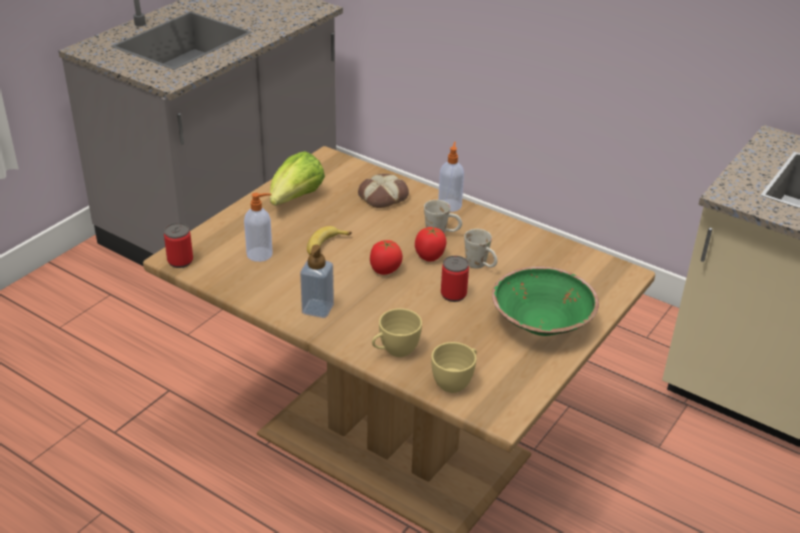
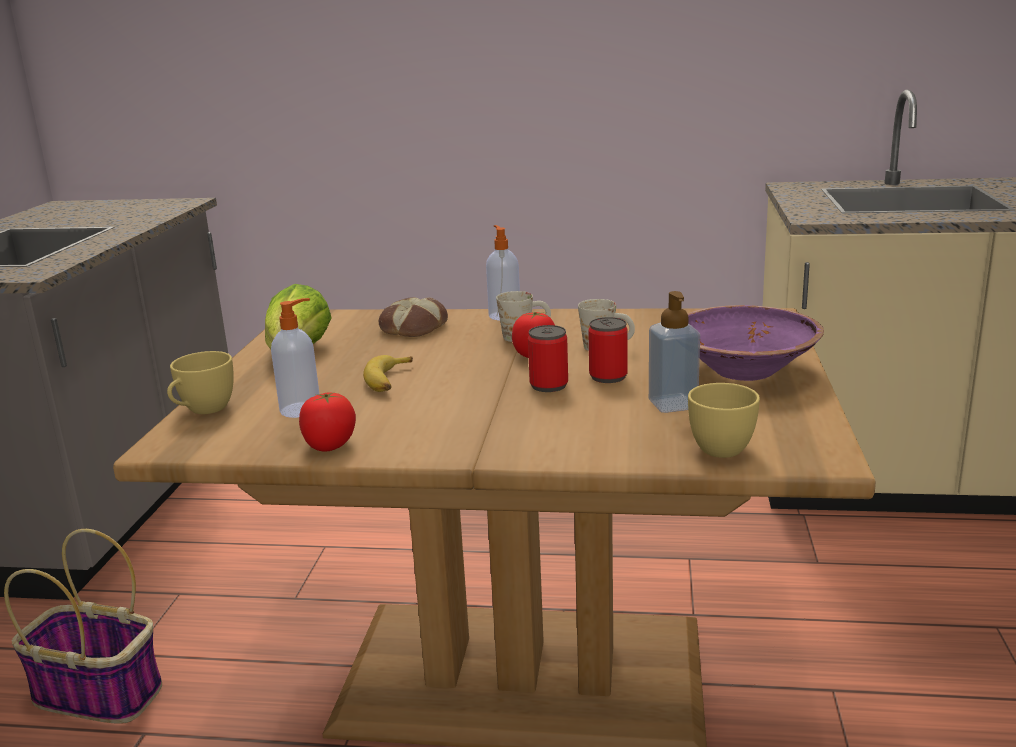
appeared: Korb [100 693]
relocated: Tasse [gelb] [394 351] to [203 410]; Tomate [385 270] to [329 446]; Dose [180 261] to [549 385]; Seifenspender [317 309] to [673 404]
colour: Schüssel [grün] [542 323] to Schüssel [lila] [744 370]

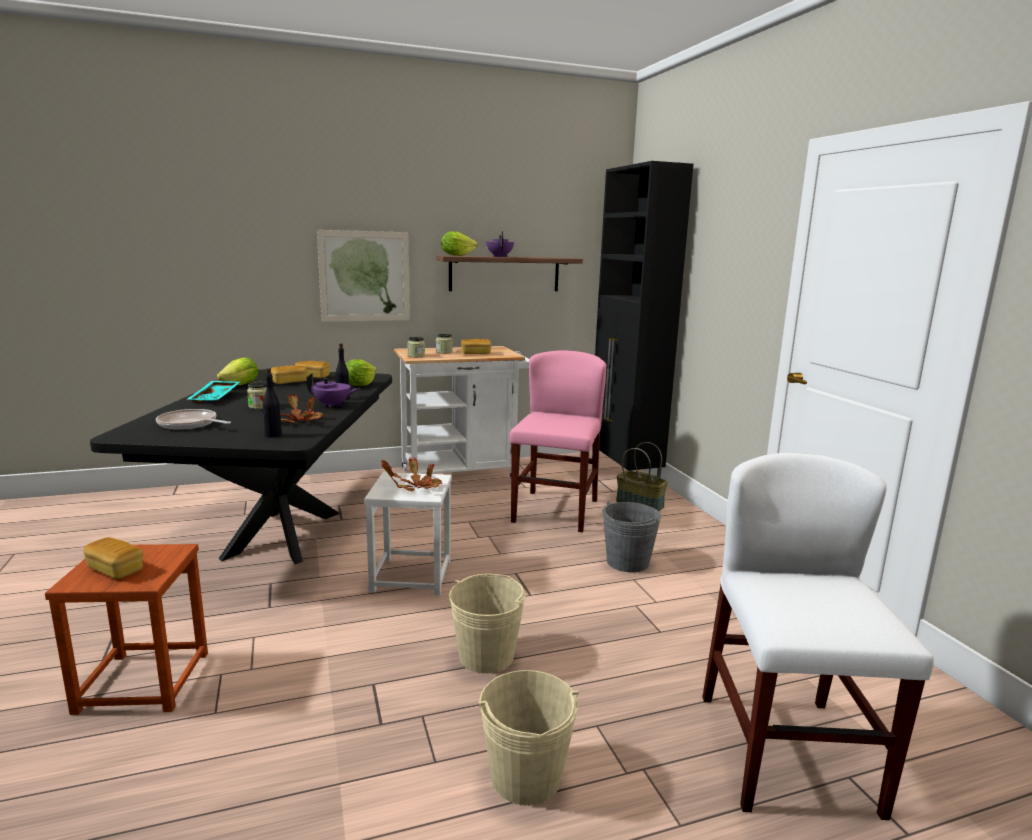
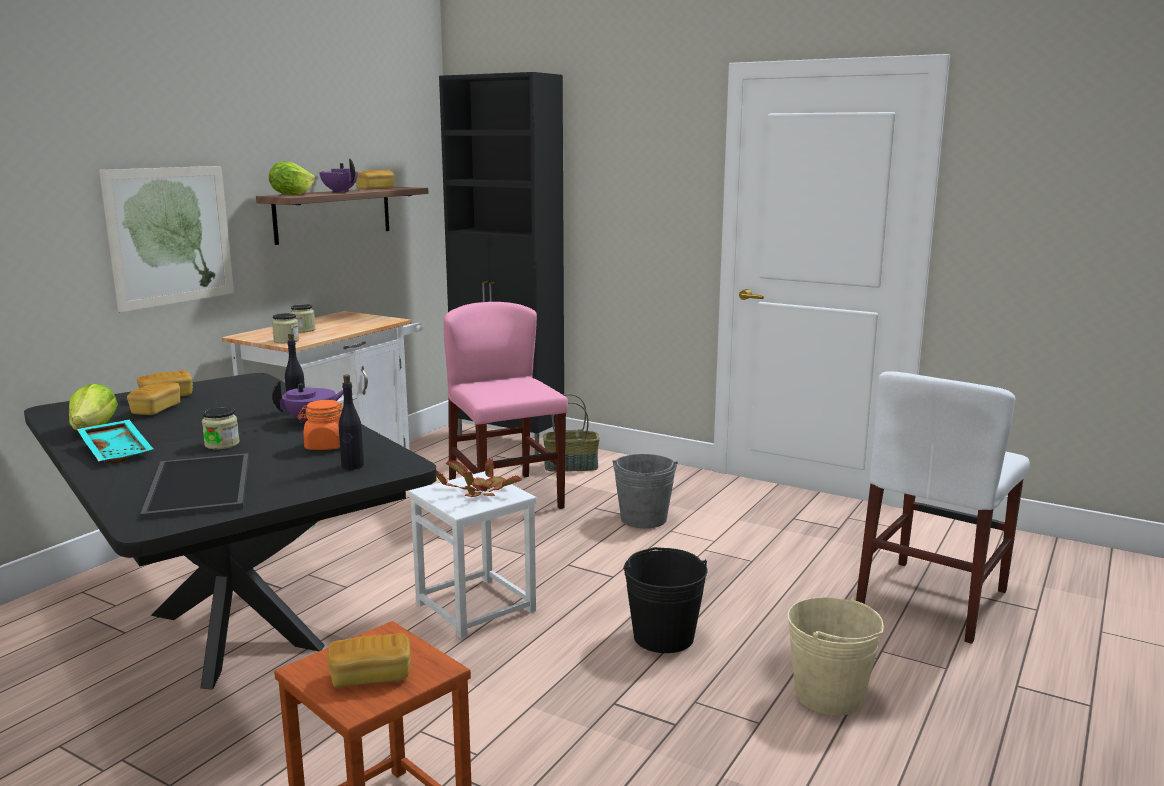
missing: Salatkopf [359 385]
relocated: Brot [476 353] to [375 189]
exchanged: Pfanne [190 424] to Tablett [202 486]; Topfpflanze [296 420] to Vorratsglas [orange] [325 446]
colour: Eimer [beige] [486 656] to Eimer [schwarz] [663 637]
spun: Stuhl [weiß] [786 752] = [932 599] 105 degrees counterclockwise

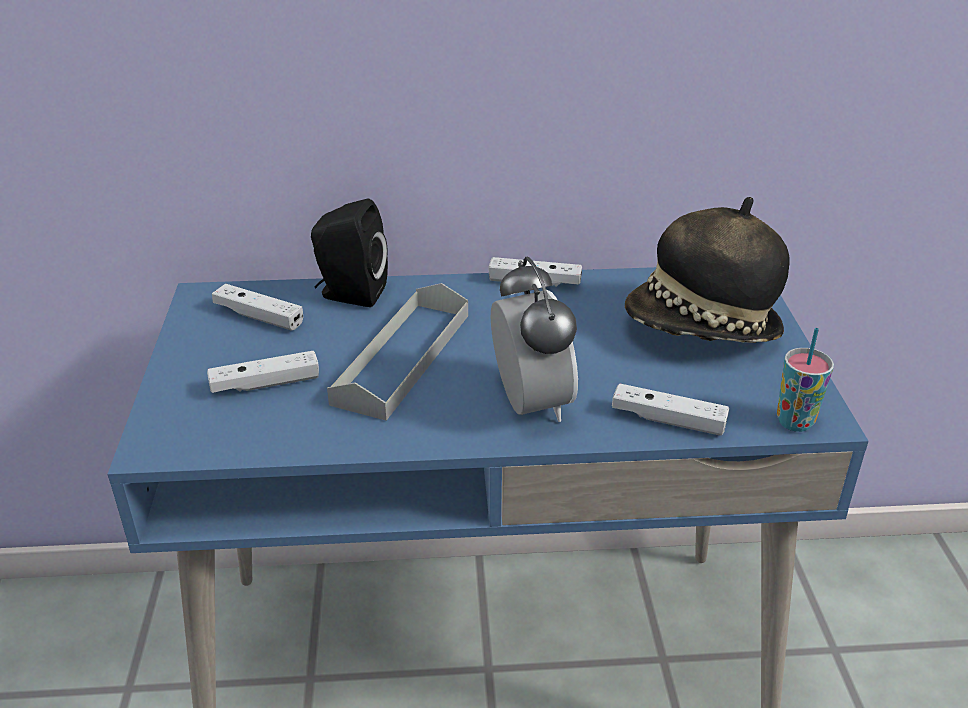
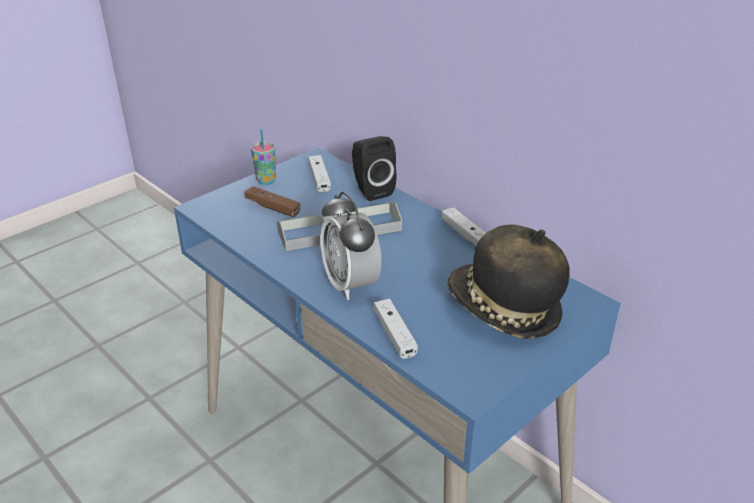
relocated: Tasse [794 422] to [266 181]
colour: Gamepad [weiß] [265 384] to Gamepad [braun] [272 207]
spun: Wecker [530 404] = [350 284] 120 degrees clockwise

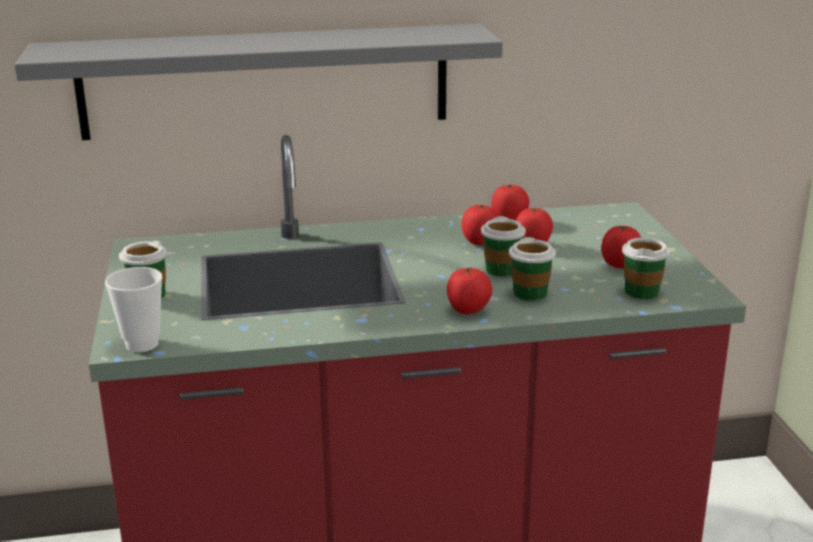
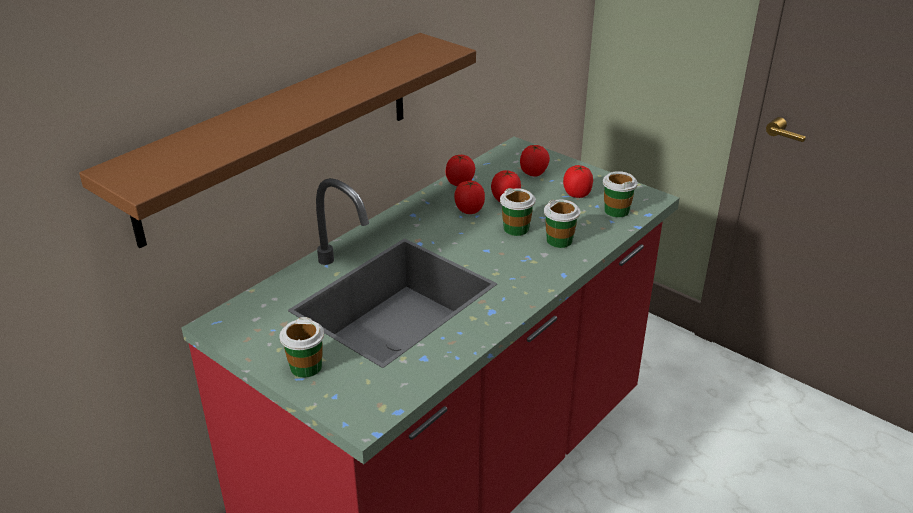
missing: Tasse [142 344]
relocated: Tomate [468 310] to [534 173]
colour: Wandregal [grau] [265 81] to Wandregal [braun] [280 134]

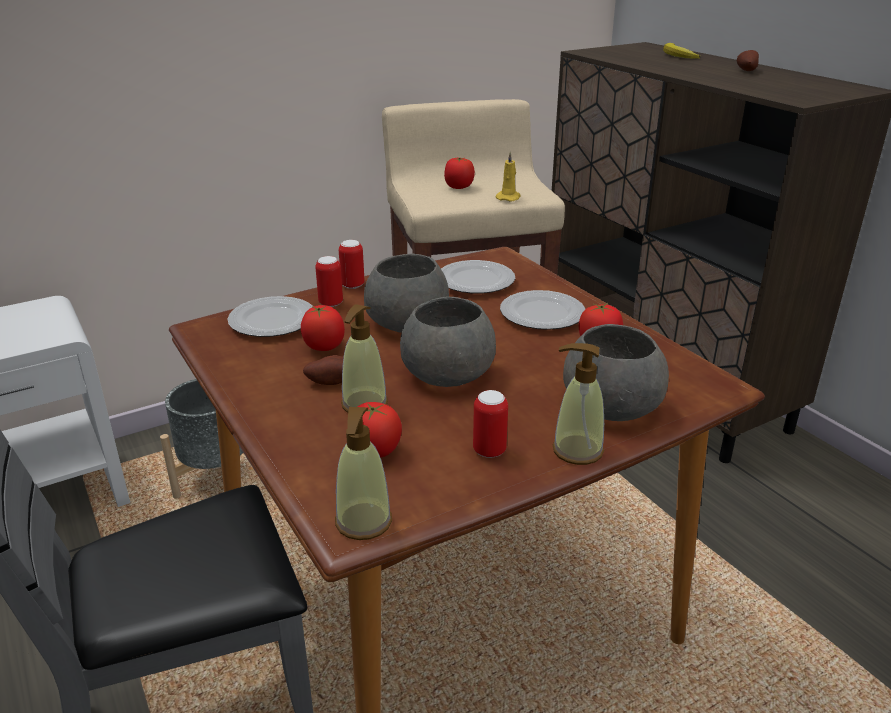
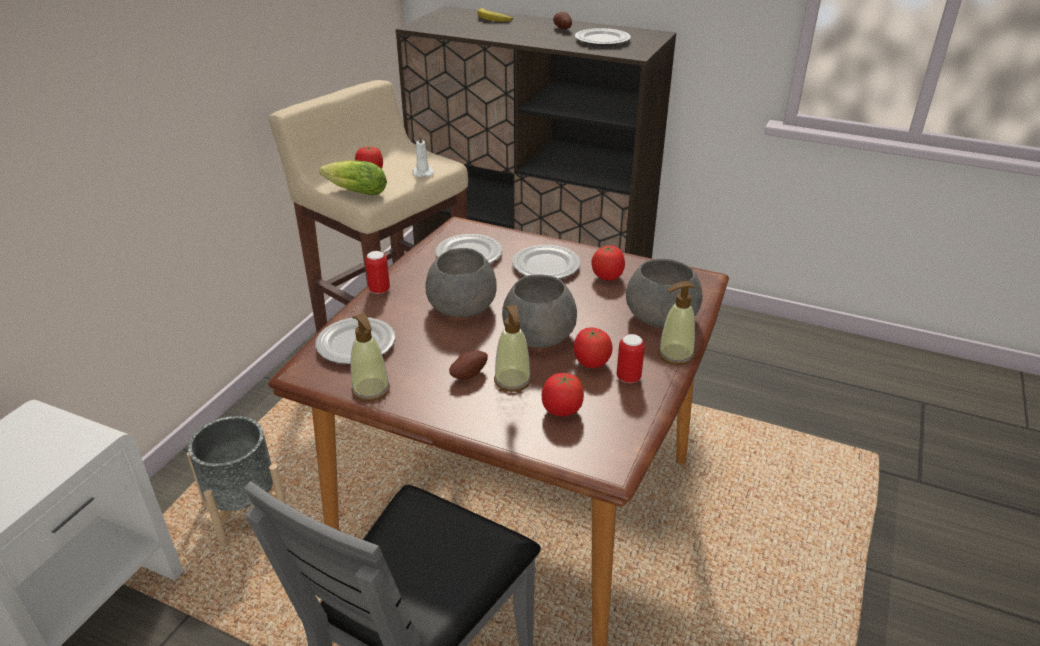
missing: Dose [331 303]
appeared: Salatkopf [353 192]; Teller [601 40]
relocated: Seifenspender [363 522] to [371 390]; Tomate [324 347] to [591 363]
colour: Kerze [gelb] [508 198] to Kerze [weiß] [422 172]

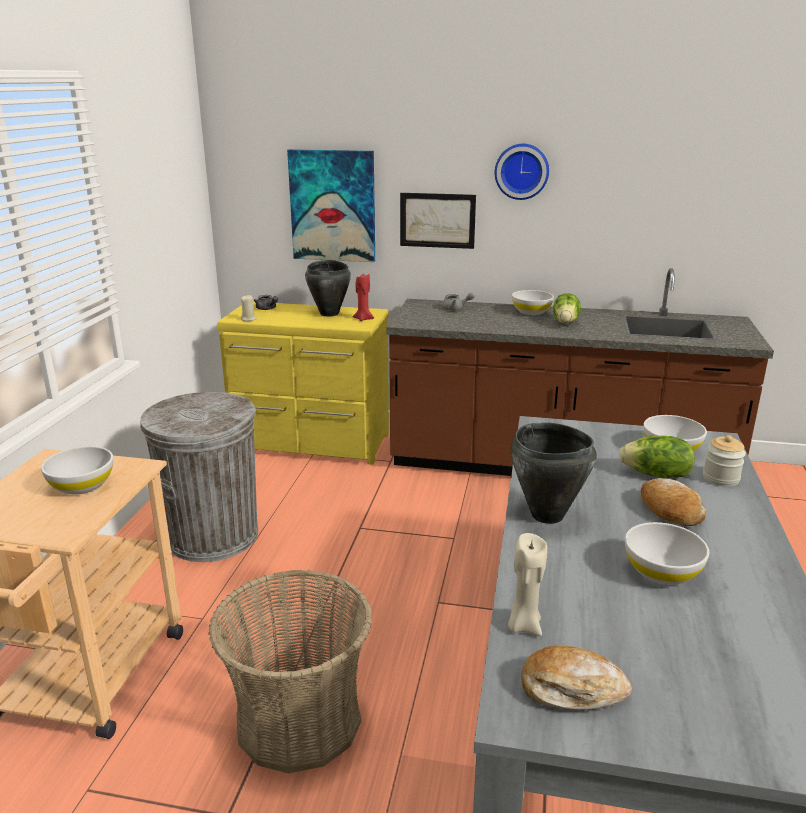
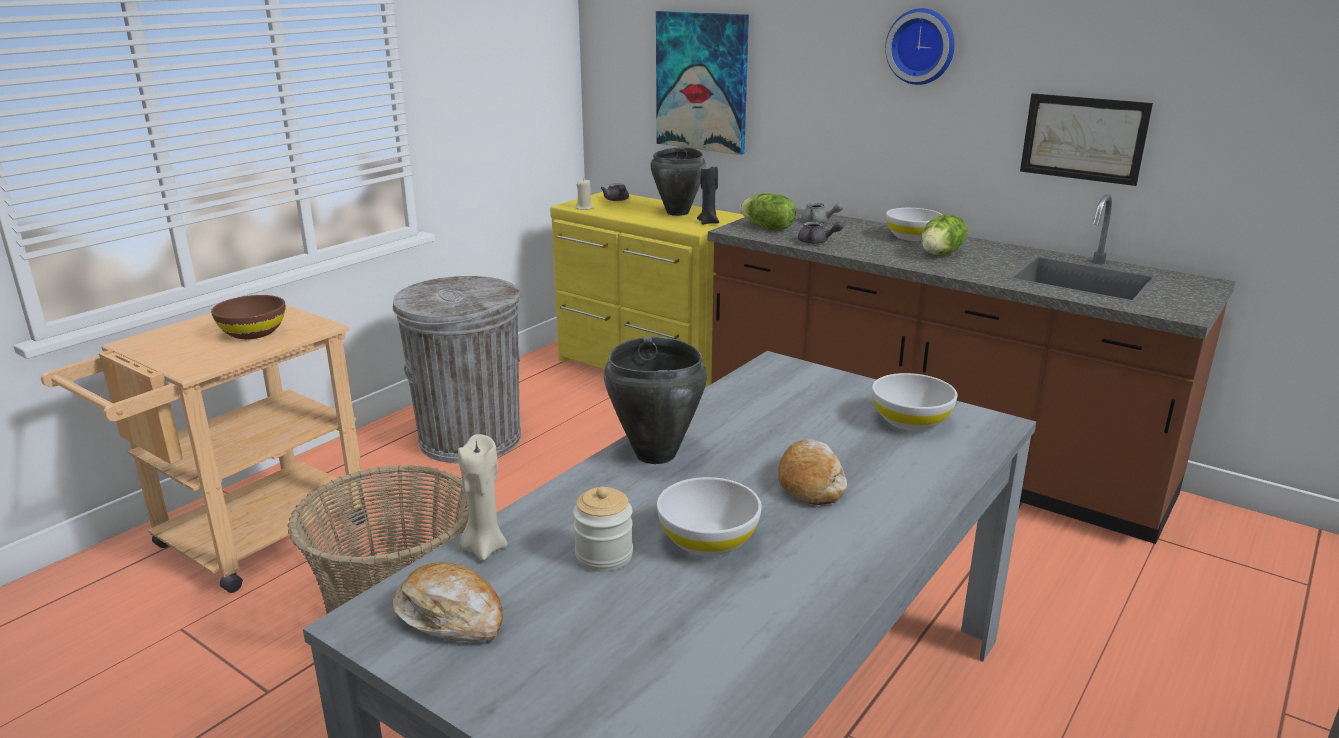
appeared: Teekanne [grau] [817 242]
relocated: Vorratsglas [720 478] to [604 555]; Salatkopf [656 475] to [767 228]; Bild [437 220] to [1083 138]
colour: Schüssel [weiß] [82 485] to Schüssel [braun] [253 333]; Kerze [rot] [363 319] to Kerze [schwarz] [708 222]

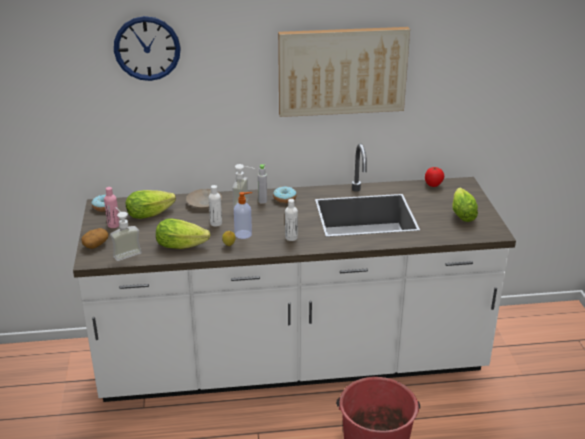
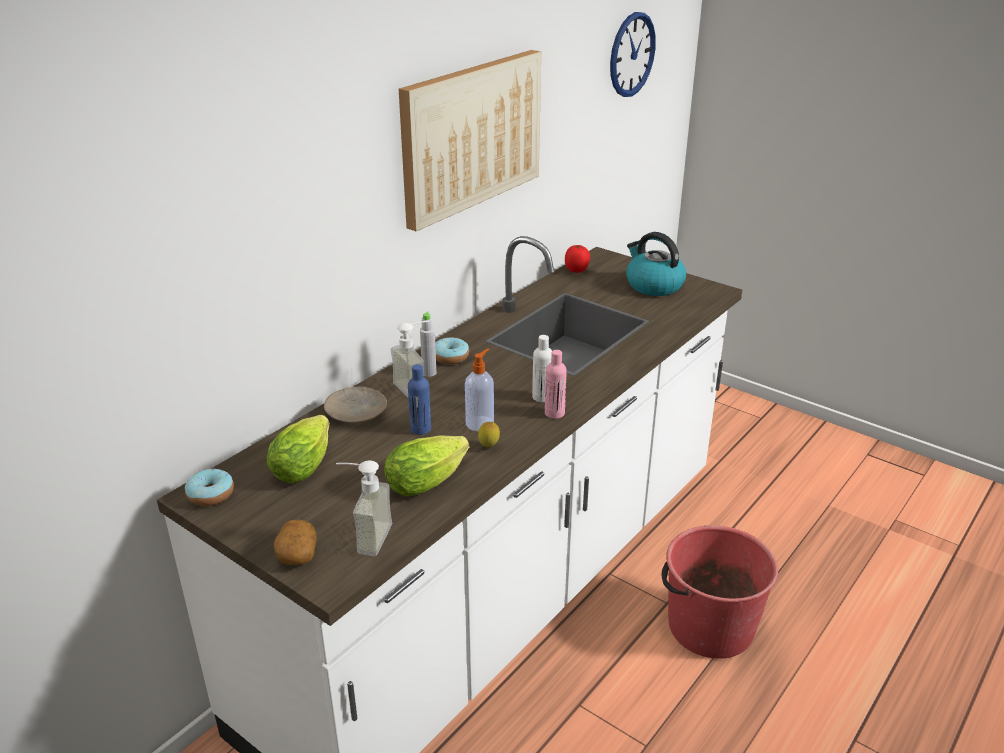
relocated: Flasche [rosa] [113 225] to [554 413]; Wanduhr [147 48] to [632 54]
exchanged: Salatkopf [462 213] to Wasserkessel [653 285]
colour: Flasche [weiß] [216 223] to Flasche [blau] [420 429]

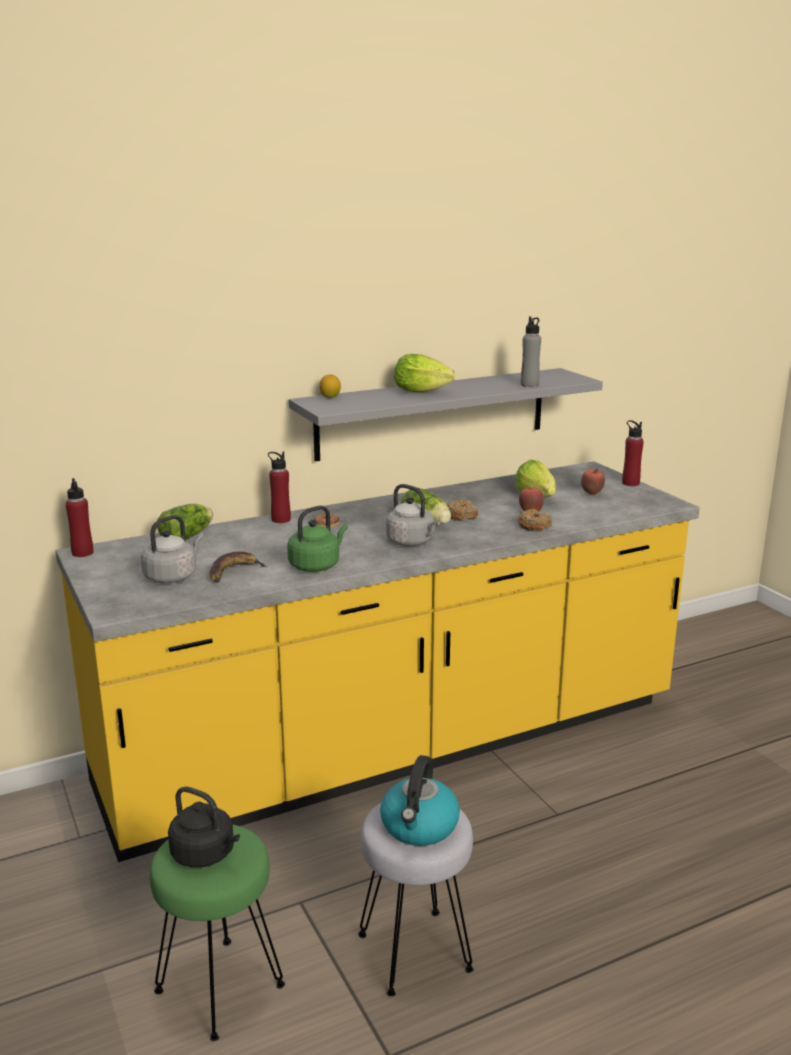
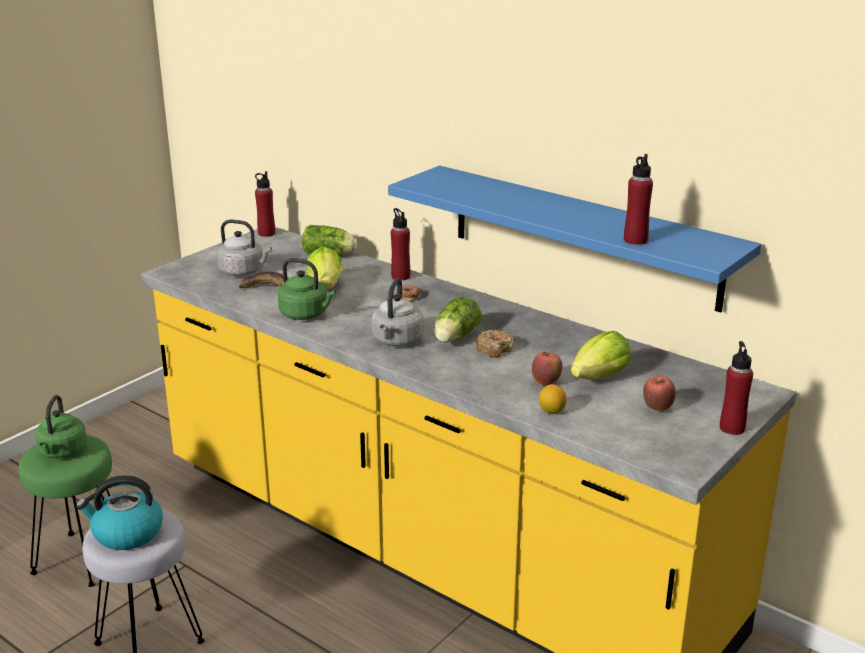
missing: Donut [534 526]
relocated: Salatkopf [424 392] to [325 289]; Zitrone [330 397] to [551 411]
colour: Wasserkessel [schwarz] [205 855] to Wasserkessel [grün] [62 452]; Wandregal [grau] [433 413] to Wandregal [blau] [582 236]; Flasche [grau] [529 385] to Flasche [rot] [635 240]

